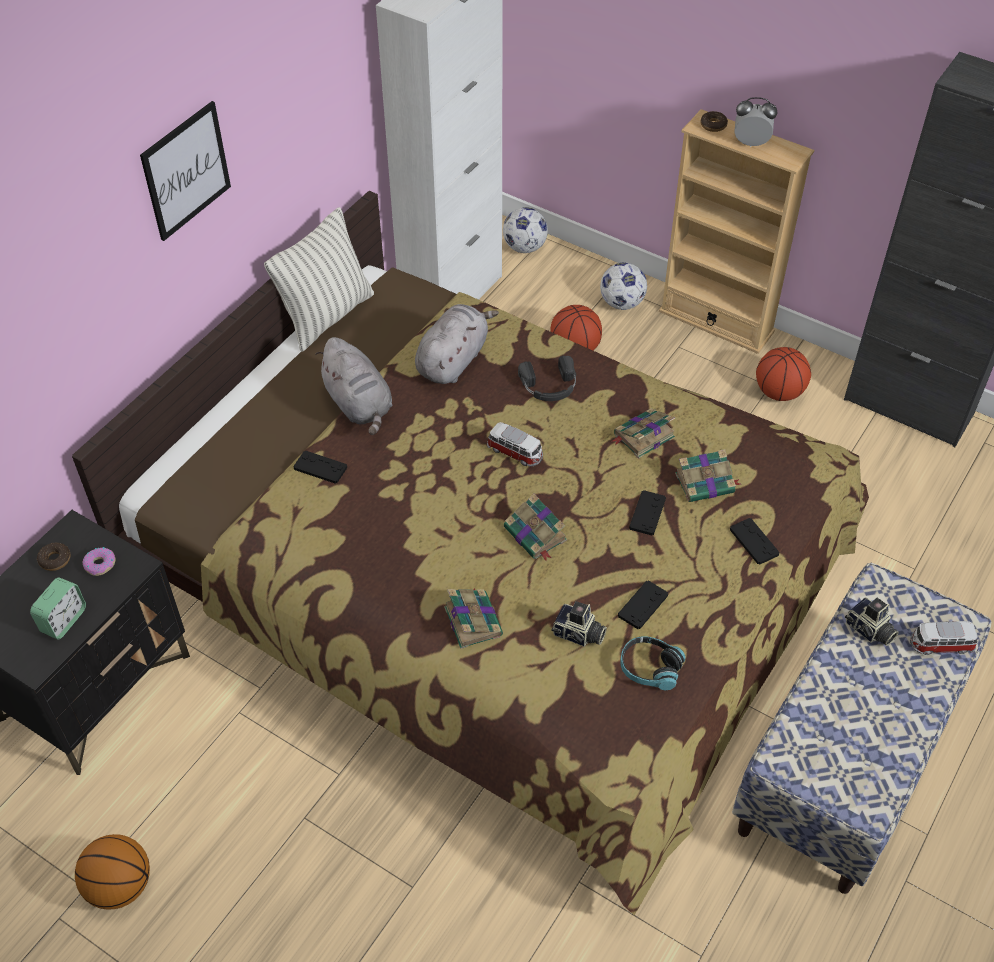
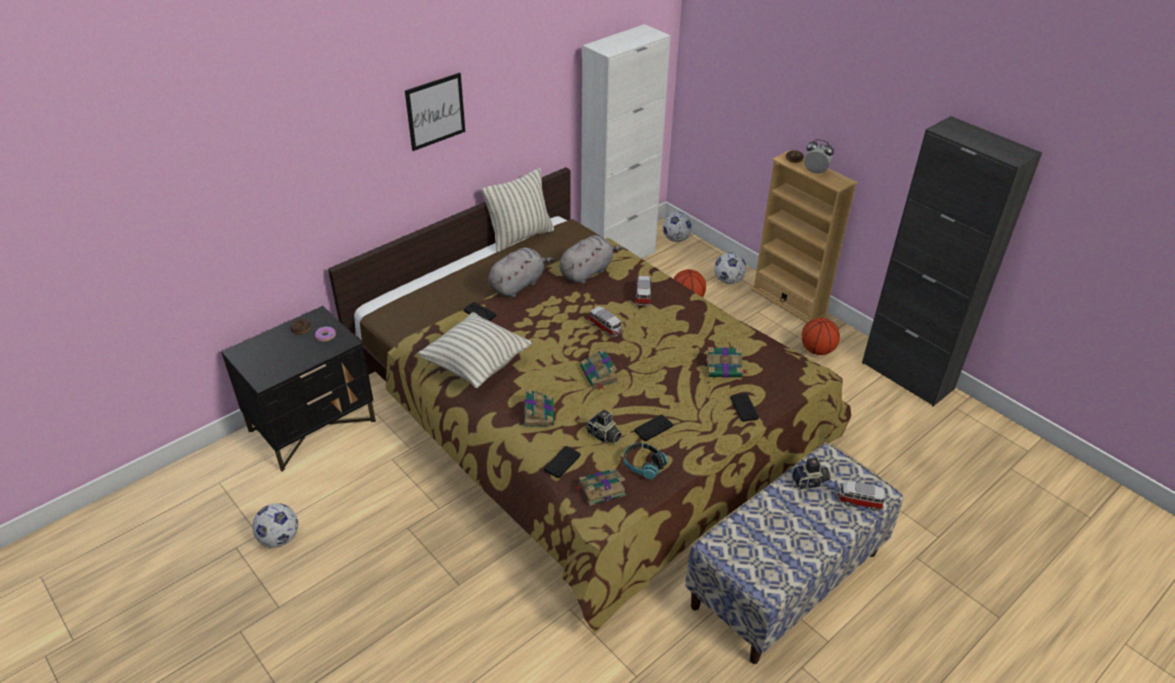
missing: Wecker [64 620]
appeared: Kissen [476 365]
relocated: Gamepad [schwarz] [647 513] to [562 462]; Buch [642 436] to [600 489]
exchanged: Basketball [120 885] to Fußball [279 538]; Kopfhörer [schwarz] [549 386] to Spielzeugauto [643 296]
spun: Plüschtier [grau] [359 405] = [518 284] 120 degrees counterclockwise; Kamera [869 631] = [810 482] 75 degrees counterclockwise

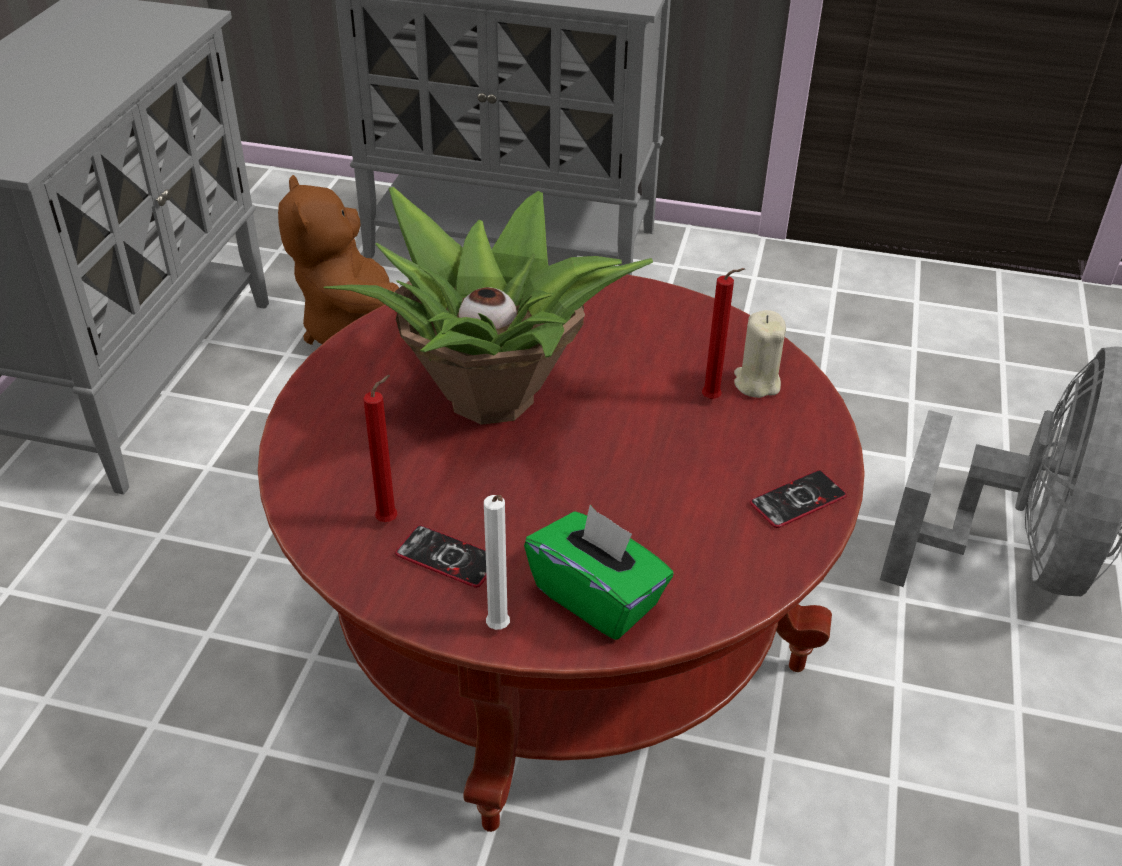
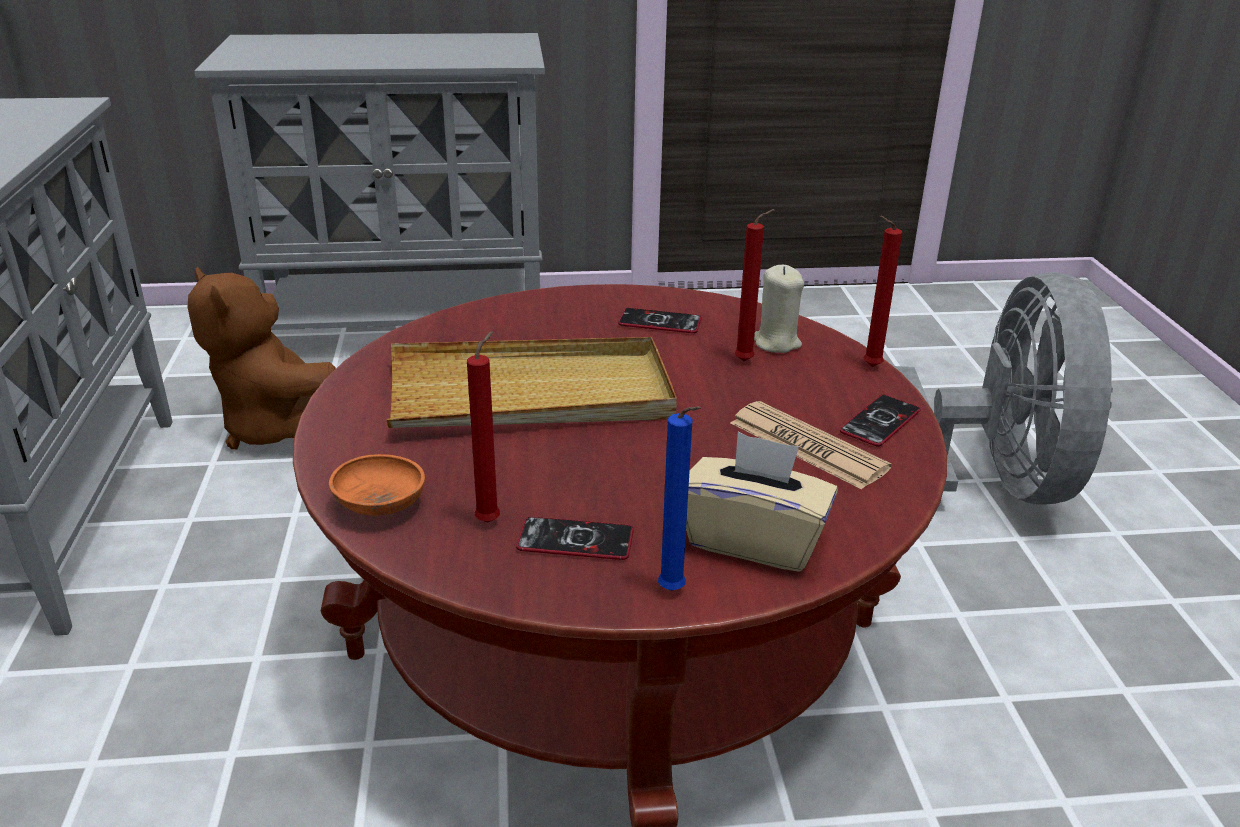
appeared: Schüssel [orange] [380 505]; Handy [660 322]; Zeitung [807 446]; Kerze [rot] [869 367]
exchanged: Topfpflanze [492 394] to Tablett [beige] [530 394]
colour: Kerze [weiß] [499 630] to Kerze [blau] [674 592]; Taschentuchbox [grün] [597 597] to Taschentuchbox [beige] [754 540]

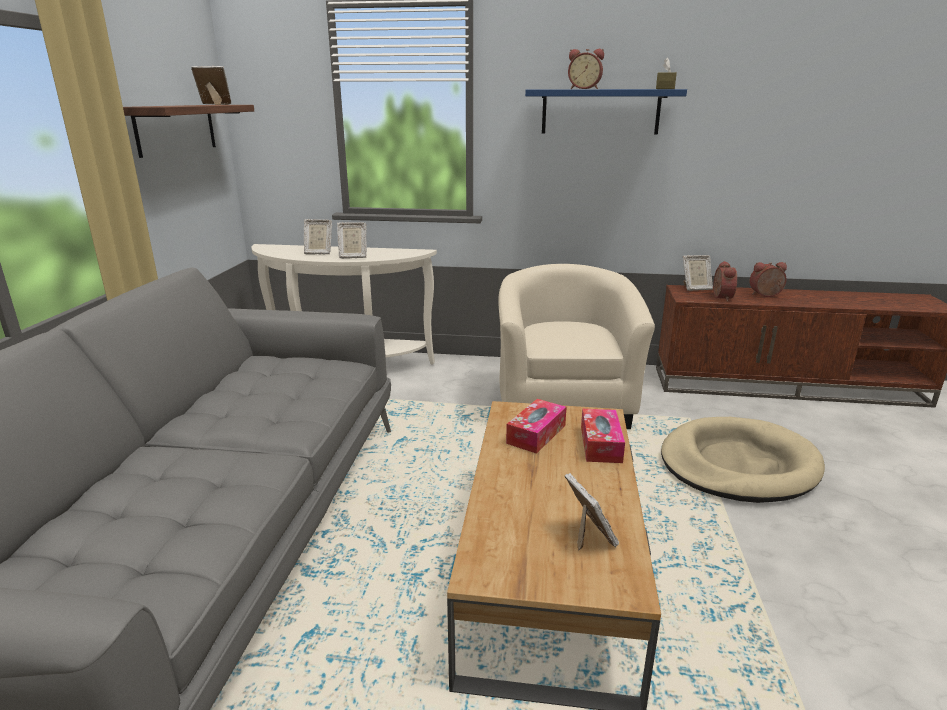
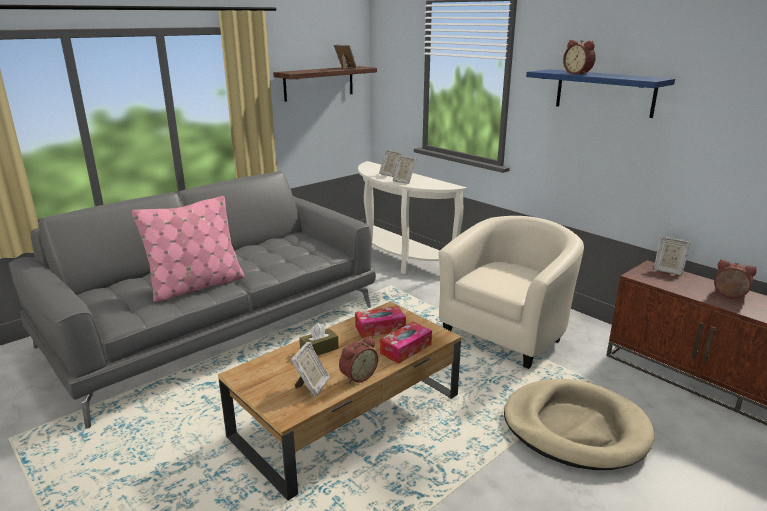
appeared: Kissen [rosa] [196 286]
relocated: Taschentuchbox [braun] [665 89] to [319 349]; Wecker [720 297] to [357 376]

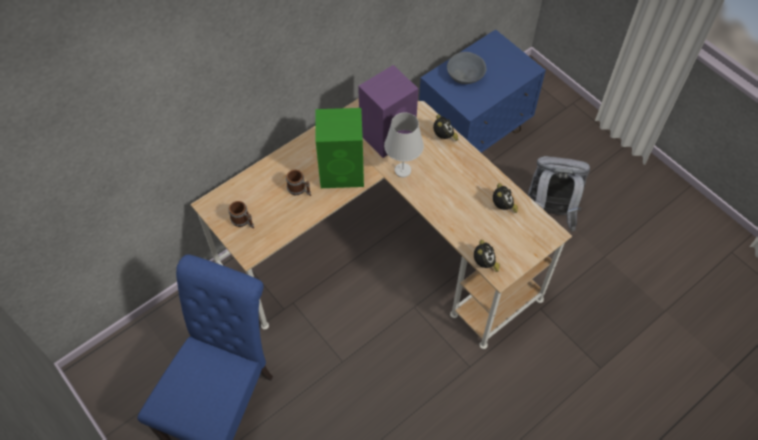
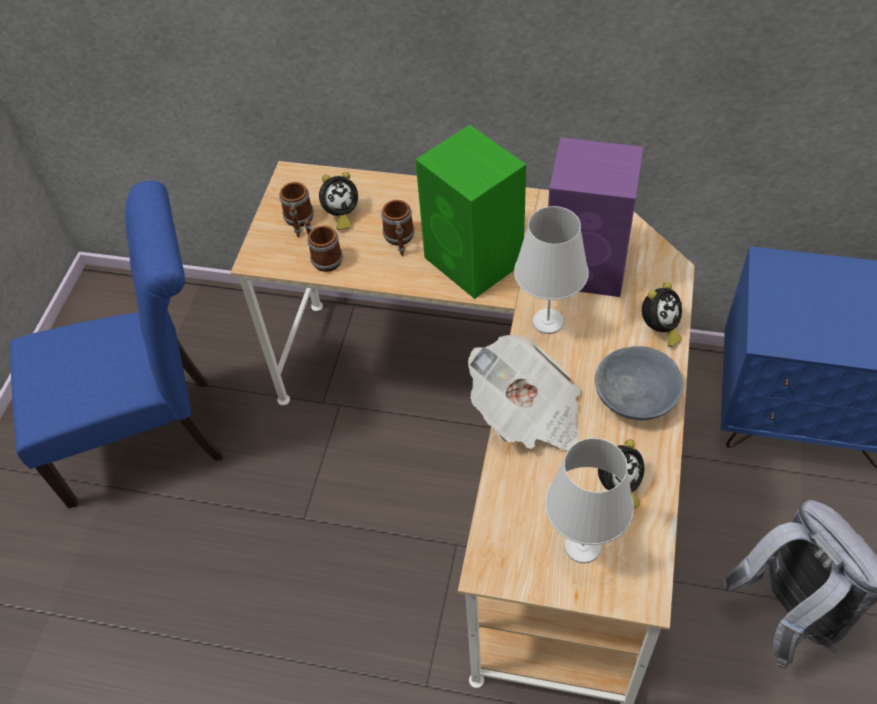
appeared: Henkelbecher [323 257]; Zeitung [527 413]; Tischlampe [weiß] [583 546]
relocated: Wecker [484 264] to [340 215]; Schüssel [grau] [466 75] to [636 397]

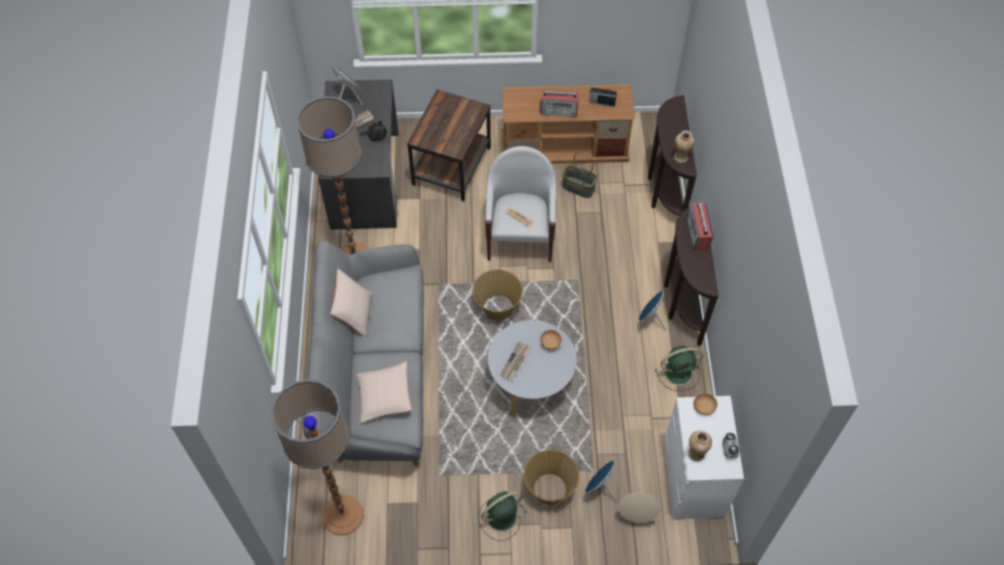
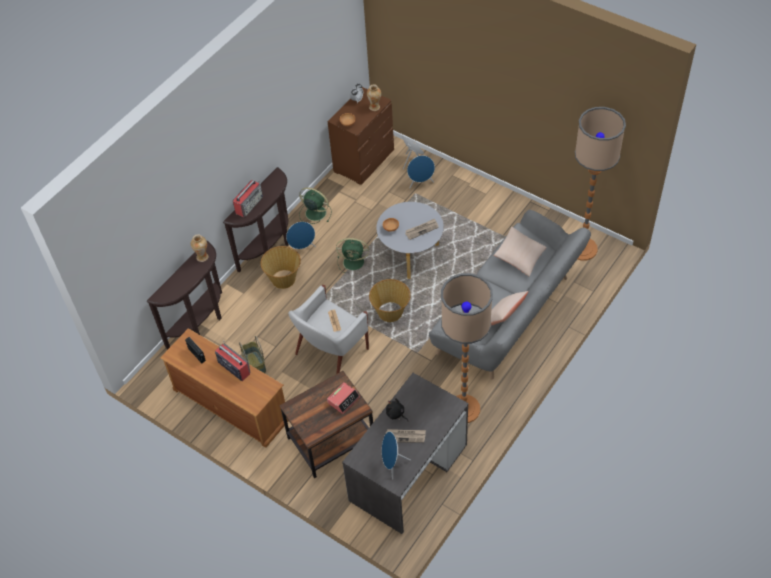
appeared: Wecker [343 400]
relocated: Korb [550 489] to [283 278]; Ventilator [grün] [500 517] to [355 262]
colour: Kommode [weiß] [693 479] to Kommode [braun] [364 161]

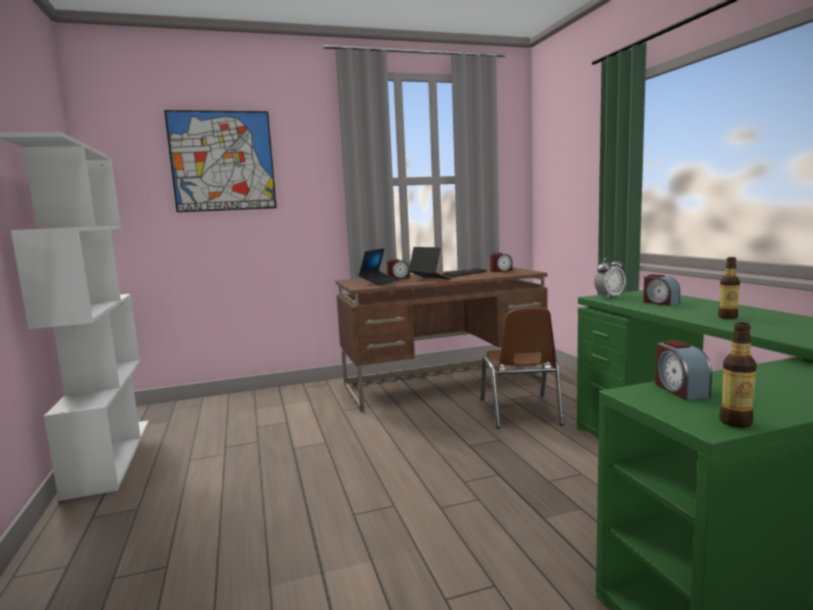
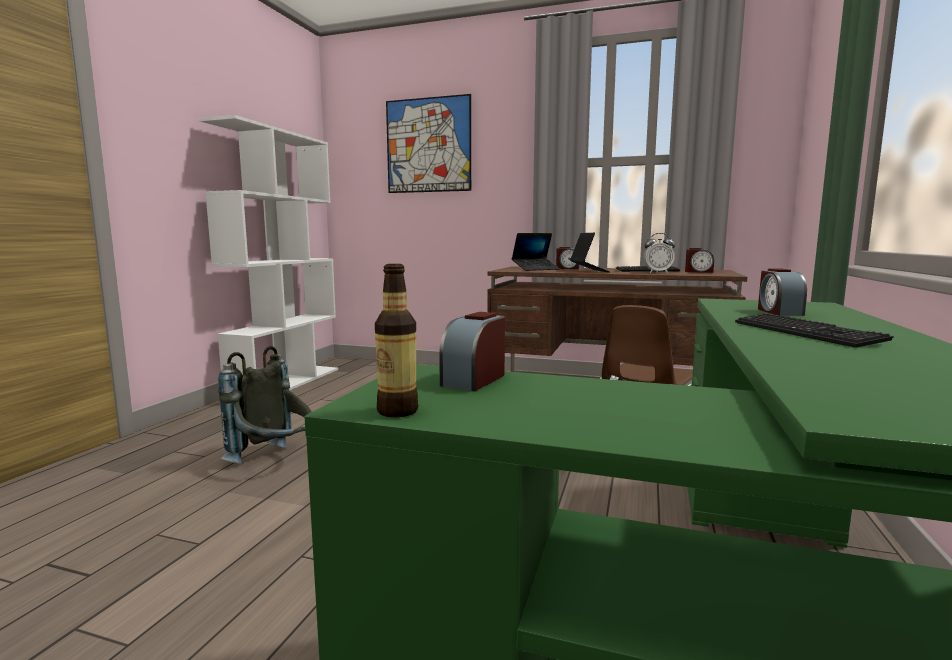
appeared: Rucksack [grau] [275 461]
relocated: Wecker [609 297] to [657 272]
exchanged: Flasche [728 317] to Tastatur [804 332]

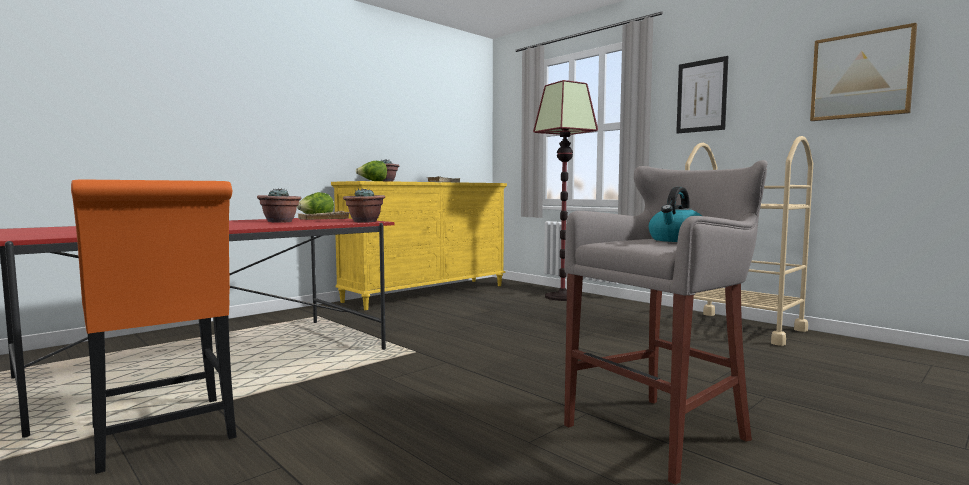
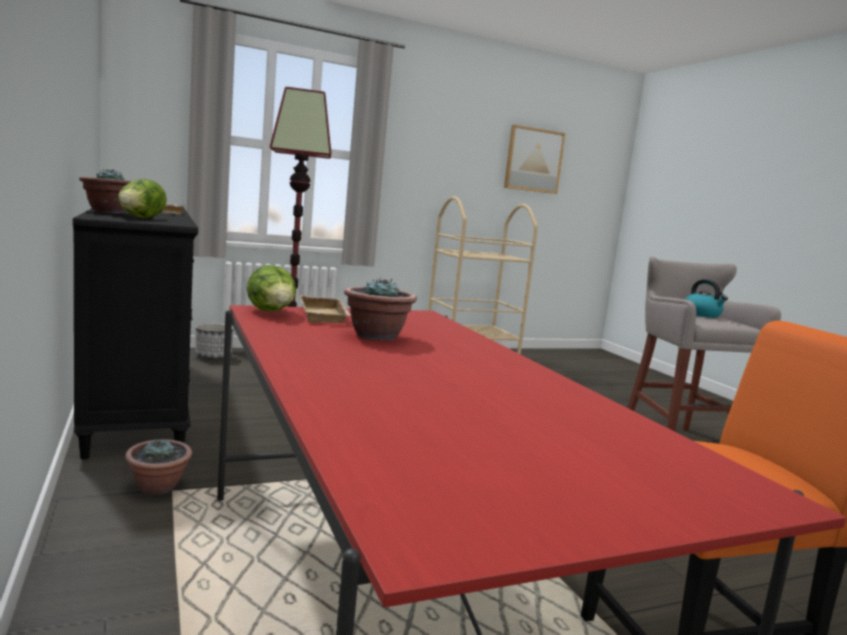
missing: Bild [701 96]
appeared: Pflanzkübel [213 356]
relocated: Topfpflanze [364 221] to [158 487]
colour: Kommode [gelb] [428 293] to Kommode [schwarz] [138 397]

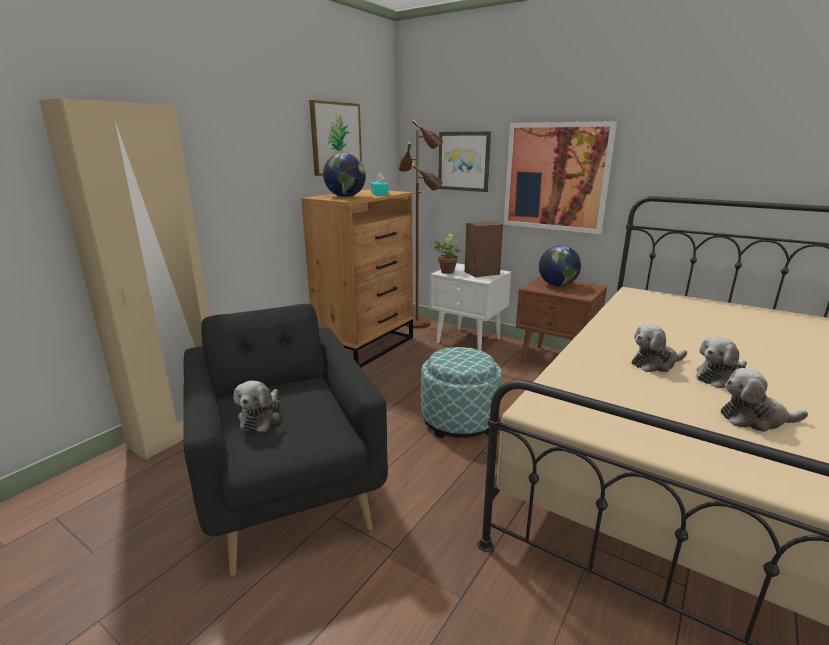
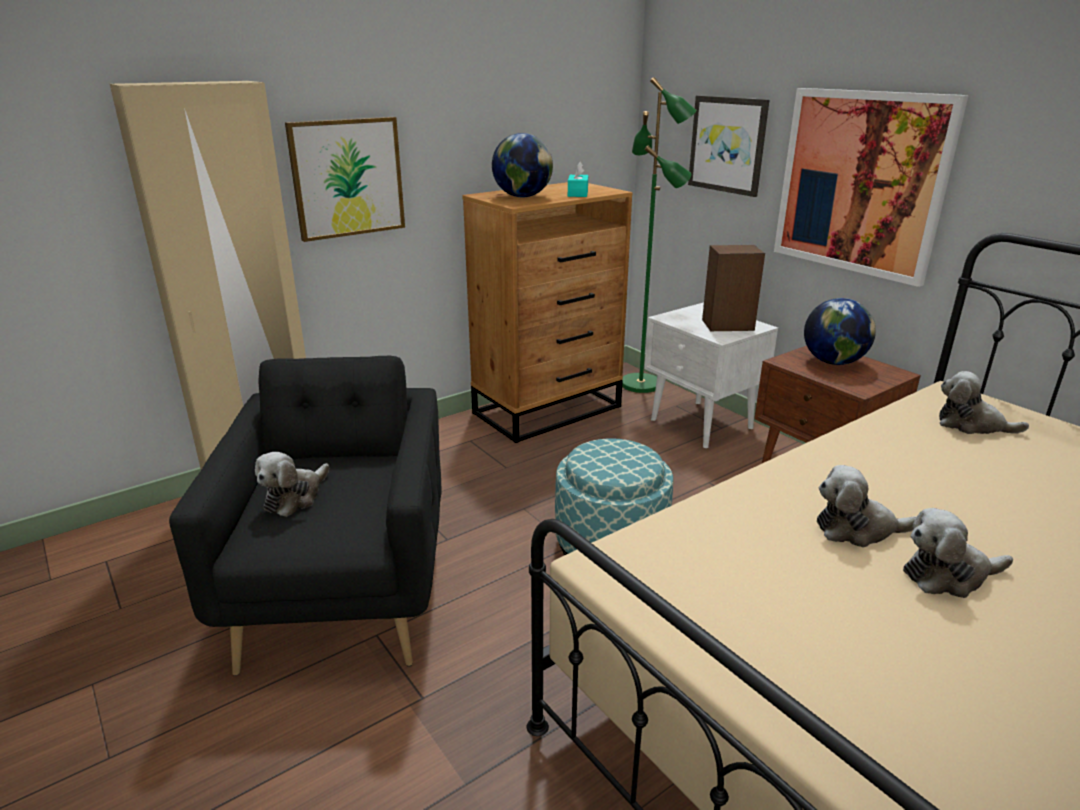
missing: Topfpflanze [446 272]
relocated: Bild [336 138] to [347 178]; Plüschtier [754 419] to [971 425]
colour: Stehlampe [braun] [417 323] to Stehlampe [grün] [642 384]

